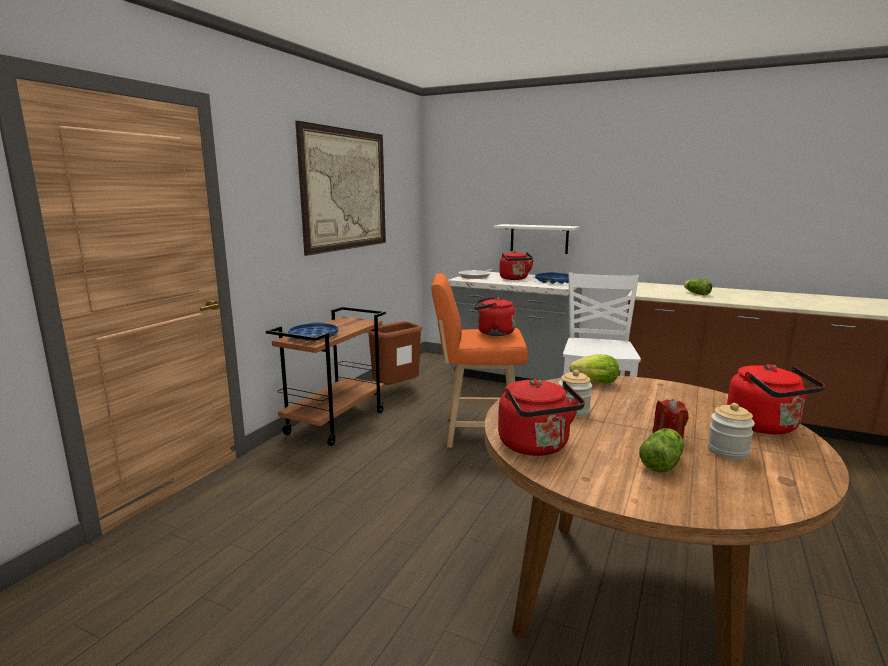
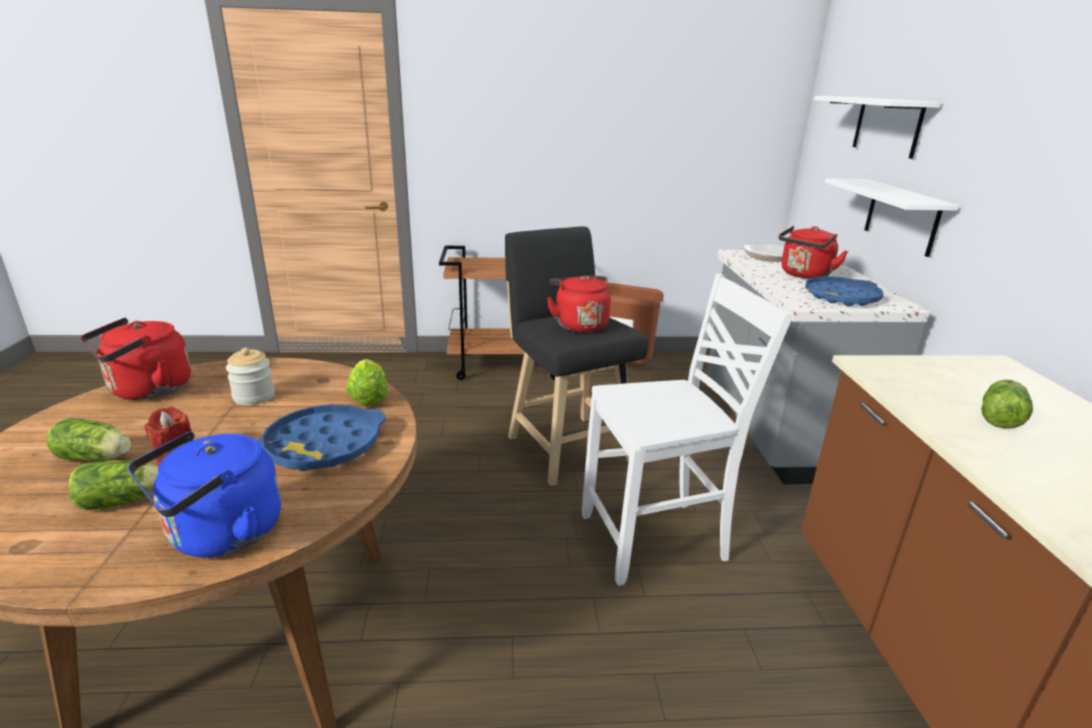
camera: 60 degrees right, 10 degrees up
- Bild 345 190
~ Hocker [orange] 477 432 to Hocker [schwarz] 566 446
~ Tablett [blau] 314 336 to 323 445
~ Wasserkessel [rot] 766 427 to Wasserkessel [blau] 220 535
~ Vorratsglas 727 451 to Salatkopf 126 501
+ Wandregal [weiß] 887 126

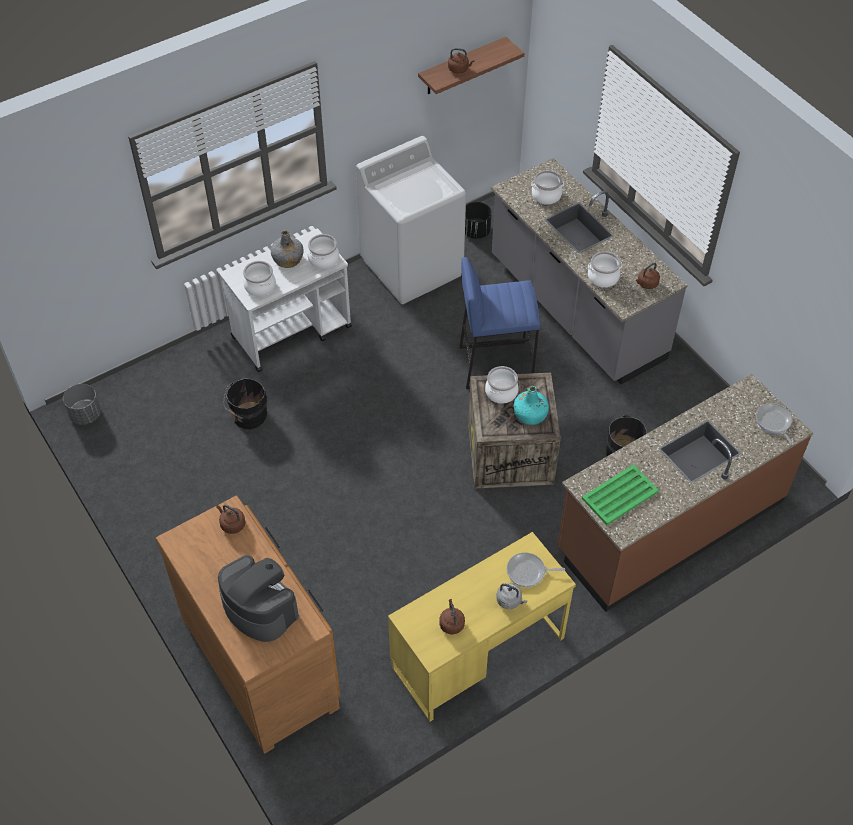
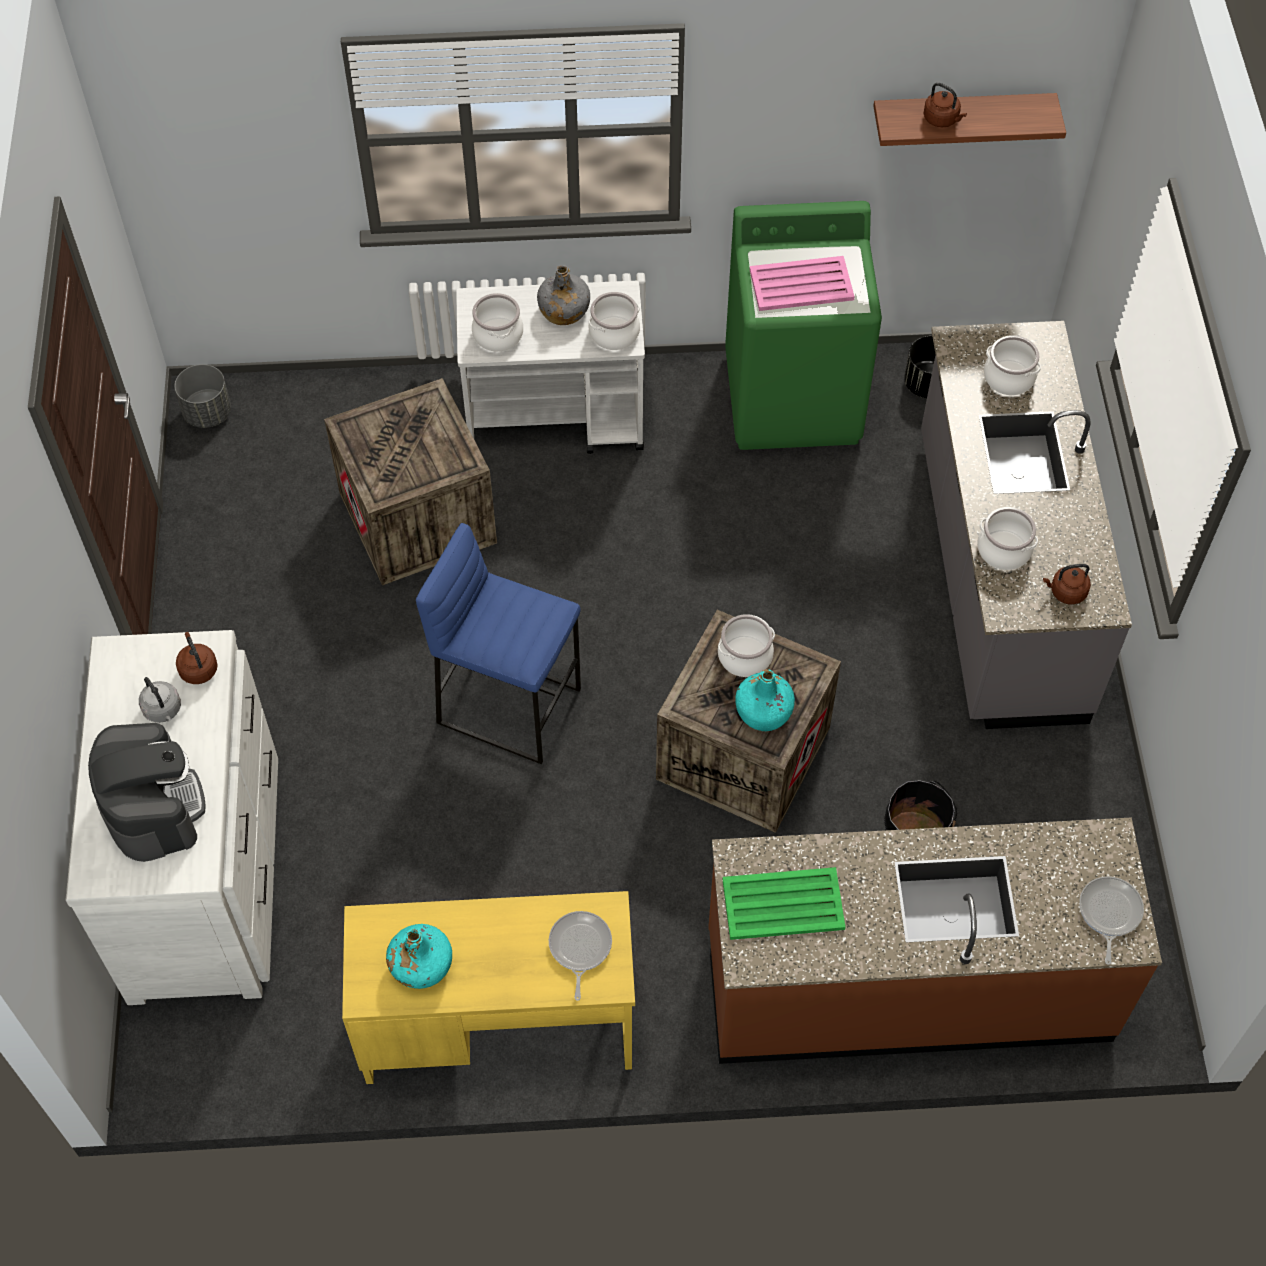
camera: 30 degrees right, 5 degrees up
~ Waschmaschine [weiß] 412 267 to Waschmaschine [grün] 794 398
~ Hocker [blau] 495 364 to 510 704
~ Eimer [schwarz] 248 416 to Kiste 415 517
~ Kommode [braun] 262 660 to Kommode [weiß] 208 874
~ Pfanne 528 572 = 579 948 60 degrees clockwise
~ Wasserkessel [grau] 510 601 to 163 710
~ Wasserkessel [braun] 451 623 to Flasche [türkis] 421 964
+ Tablett [rosa] 800 284

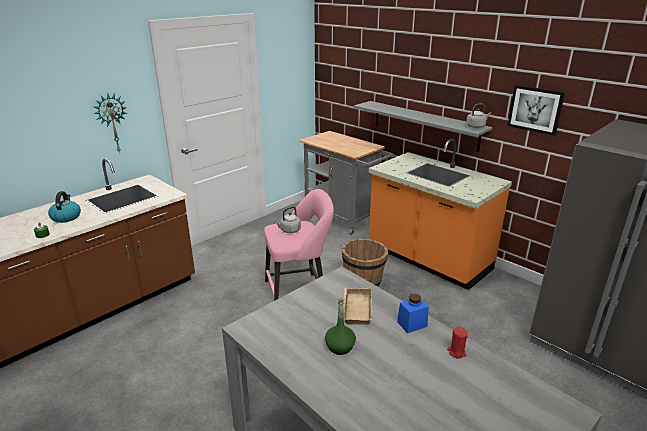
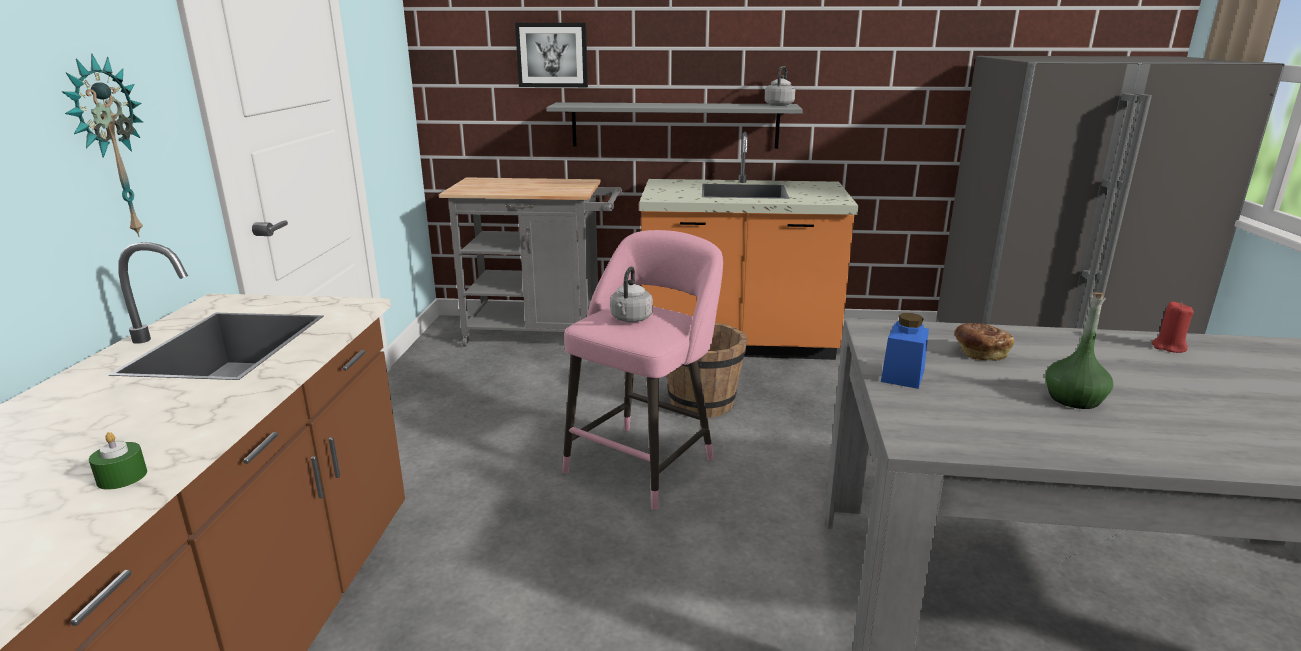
camera: 40 degrees left, 5 degrees down
~ Bild 535 109 to 552 55
- Wasserkessel 66 217
~ Tablett [beige] 355 308 to Brot 979 352
~ Vorratsglas [blau] 412 324 to 902 376

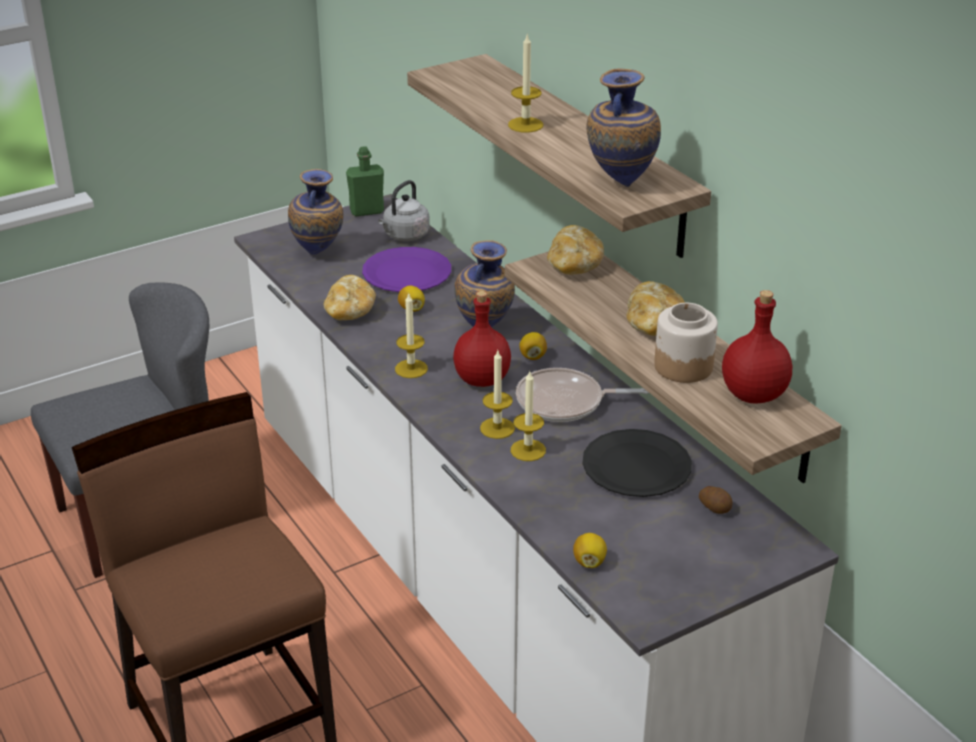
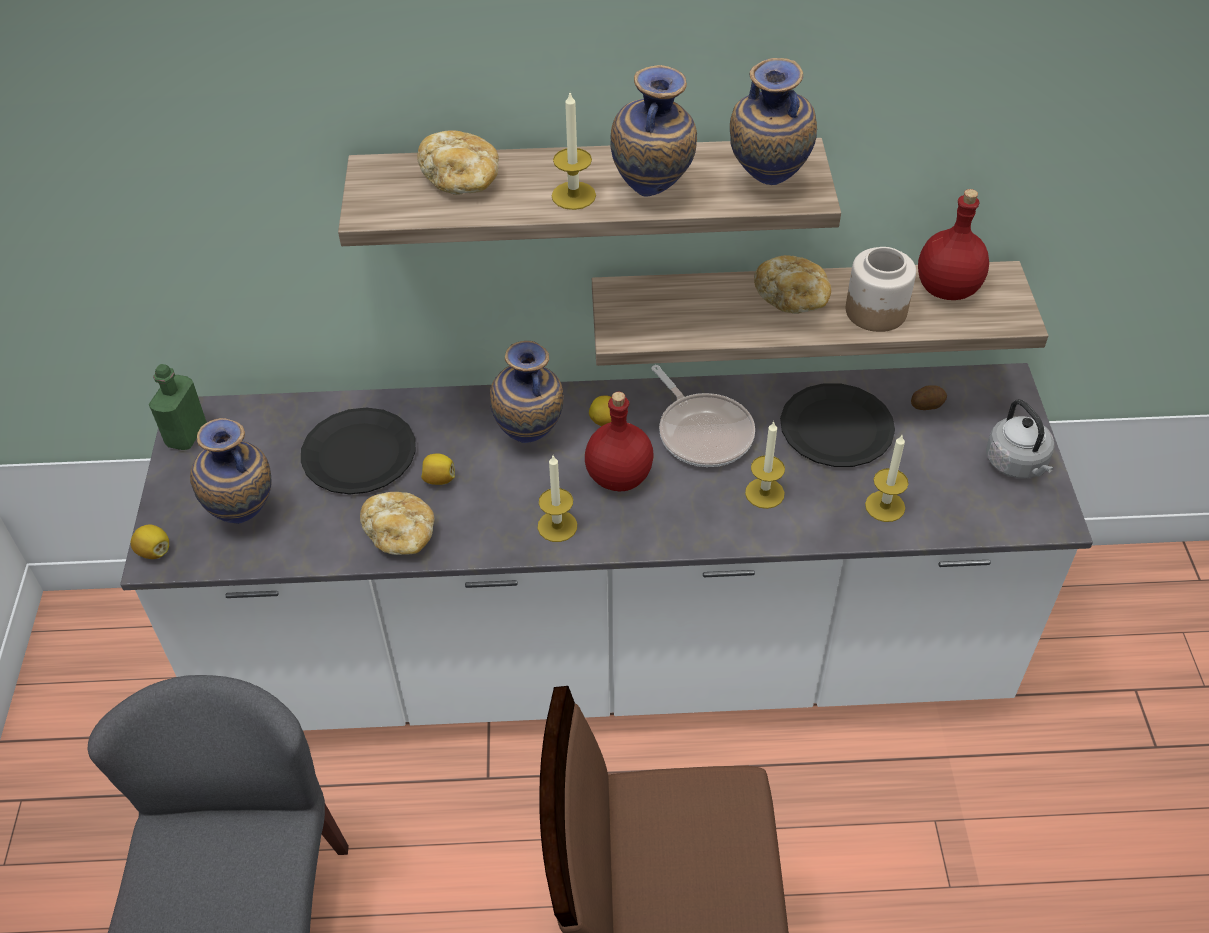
camera: 60 degrees left, 15 degrees up
~ Wasserkessel [grau] 404 236 to 1017 464
~ Brot 574 266 to 462 180
~ Teller [lila] 407 273 to Teller [schwarz] 359 453
~ Kerze 497 428 to 885 506
~ Pfanne 565 402 = 702 432 60 degrees counterclockwise
~ Zitrone 589 562 to 154 551
+ Vase 653 196

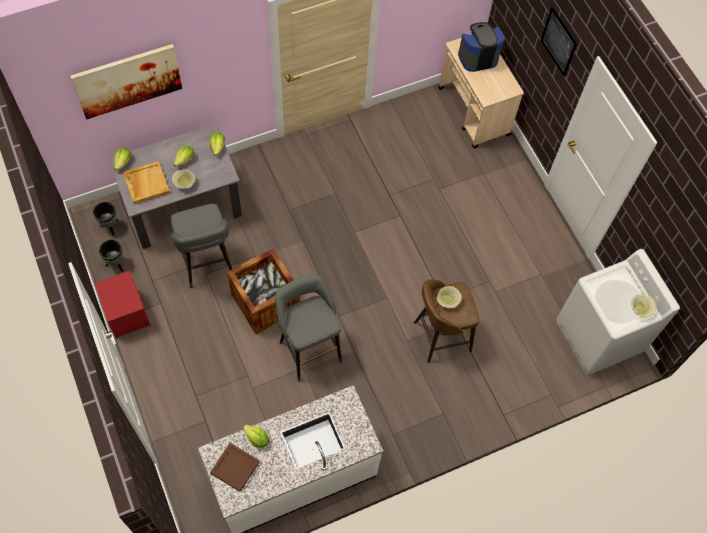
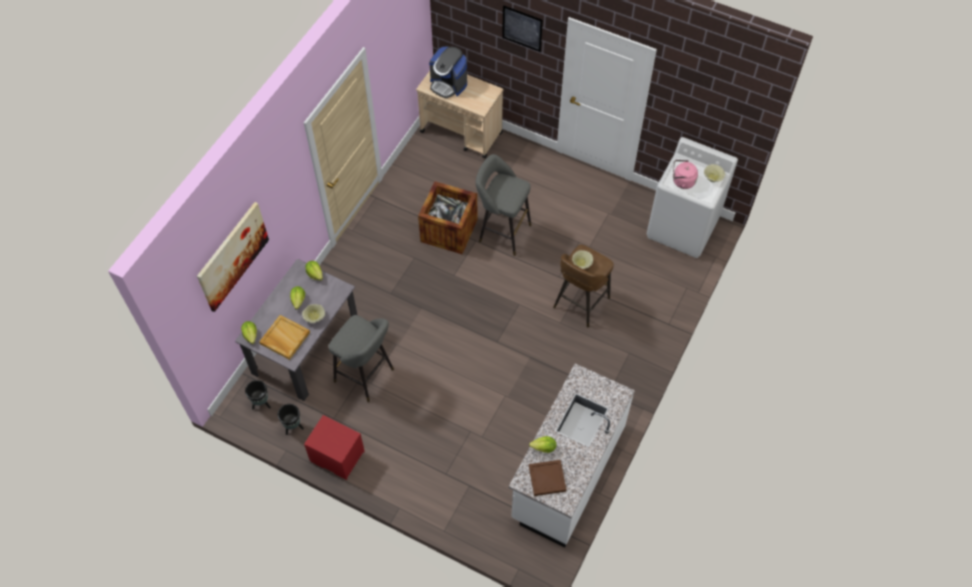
camera: 35 degrees left, 5 degrees down
~ Kaffeemaschine 477 57 = 448 84 90 degrees counterclockwise
~ Kiste 265 302 to 449 230
~ Hocker [grau] 308 349 to 502 232
+ Wasserkessel [rosa] 682 181

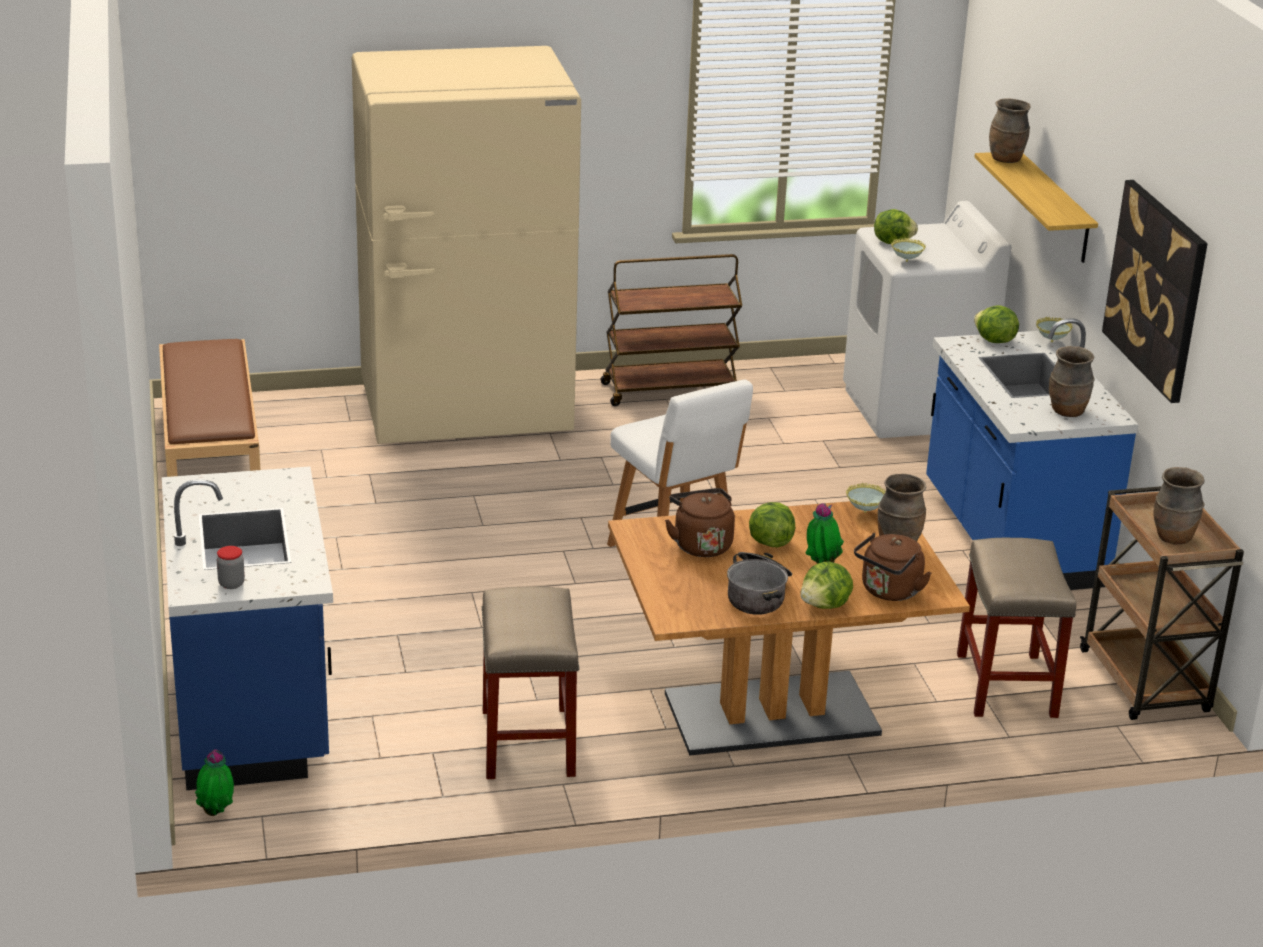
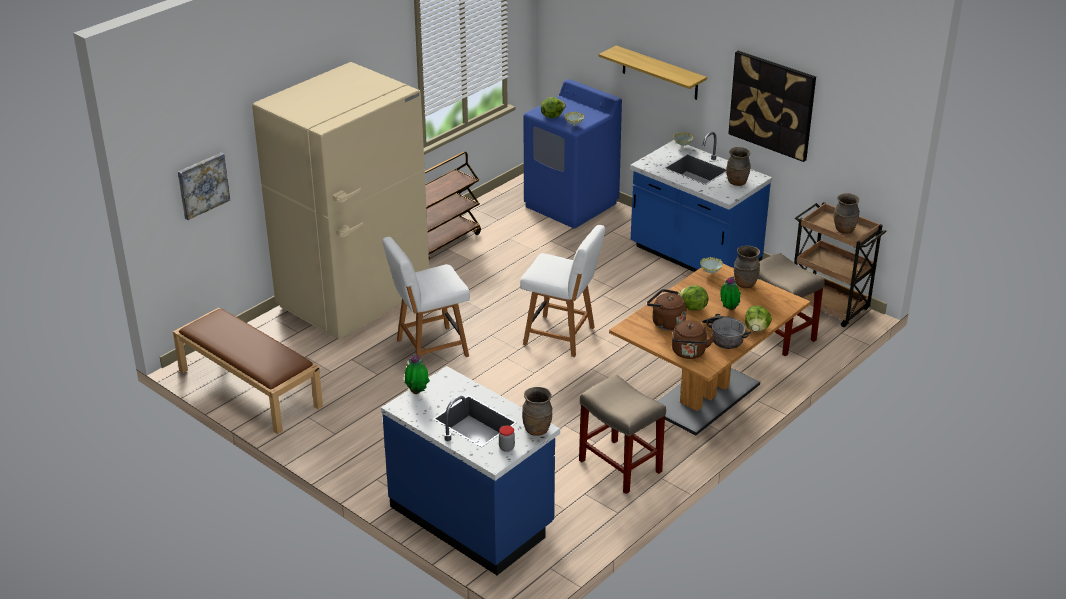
camera: 35 degrees left, 5 degrees up
~ Vase [braun] 1006 160 to 537 430
~ Waschmaschine [weiß] 915 409 to Waschmaschine [blau] 571 205
- Salatkopf 994 341
~ Wasserkessel [braun] 889 592 to 689 353
~ Topfpflanze 217 813 to 417 391
+ Bild 203 185
+ Stuhl [weiß] 429 349

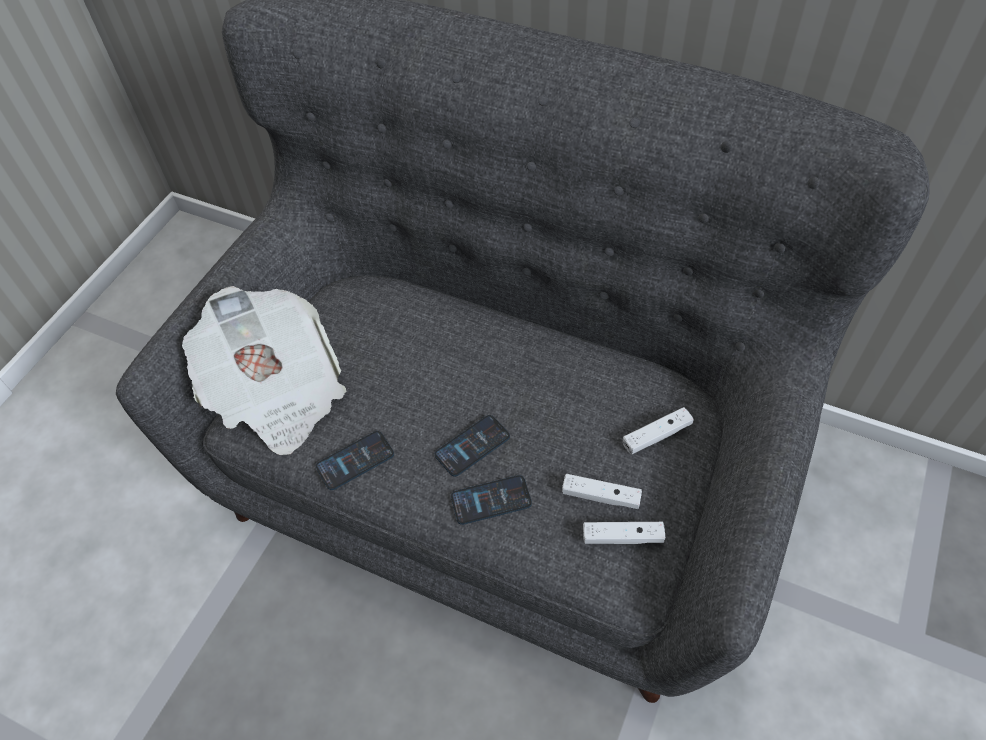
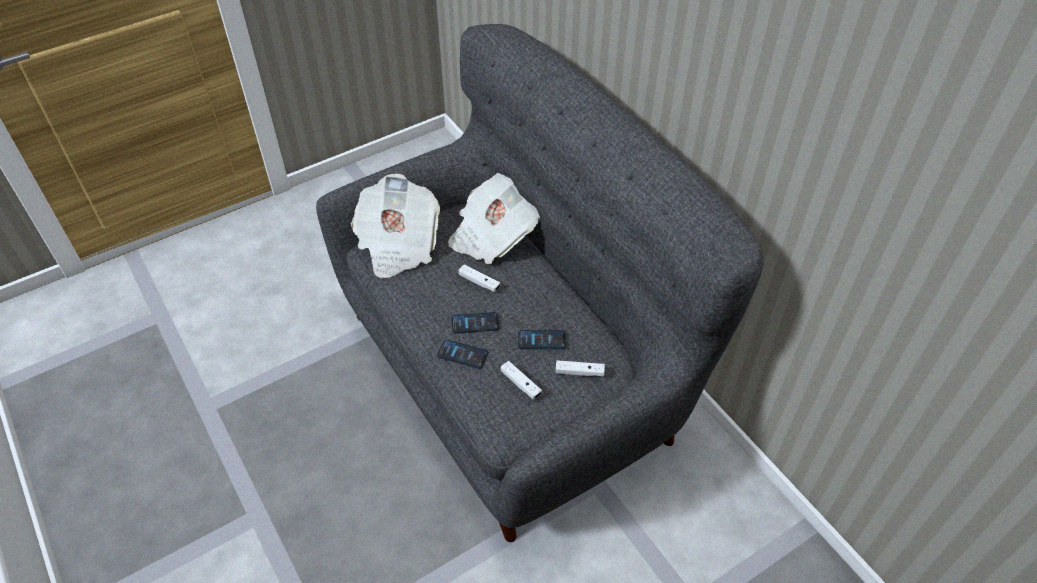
camera: 30 degrees right, 5 degrees down
~ Handy 355 461 to 541 340
~ Gamepad [weiß] 622 537 to 479 282
+ Zeitung 493 235

